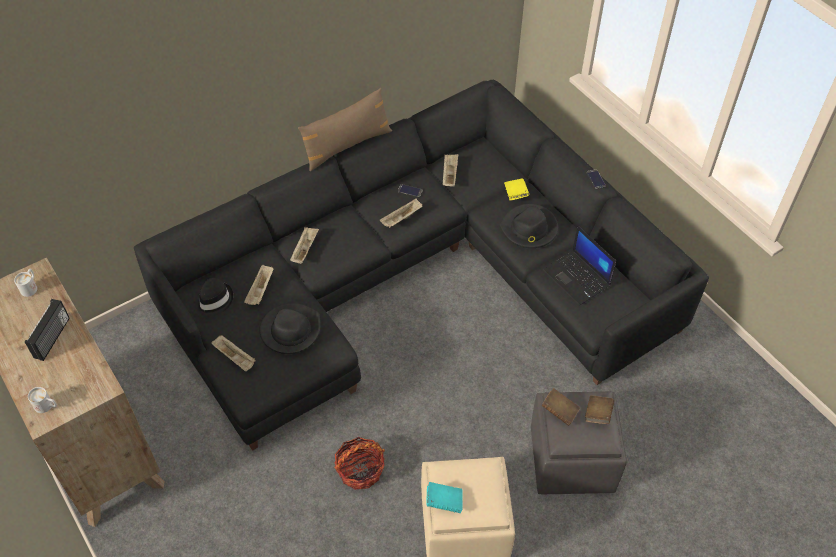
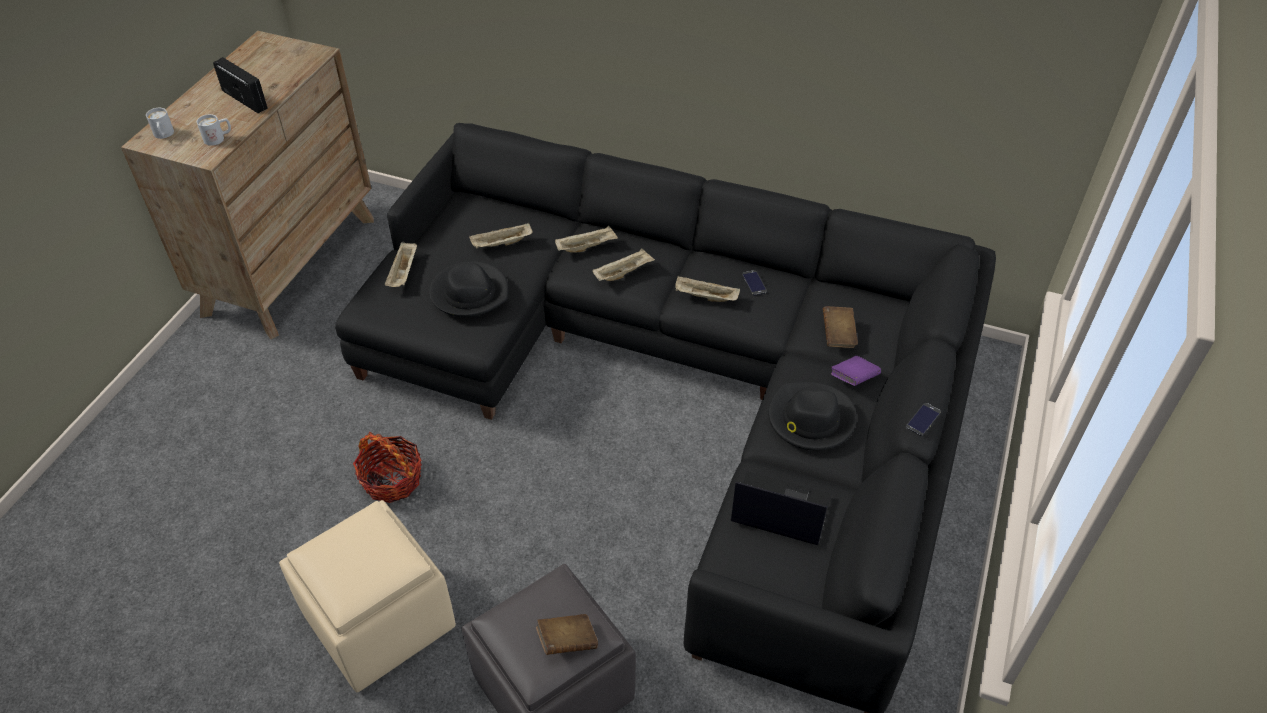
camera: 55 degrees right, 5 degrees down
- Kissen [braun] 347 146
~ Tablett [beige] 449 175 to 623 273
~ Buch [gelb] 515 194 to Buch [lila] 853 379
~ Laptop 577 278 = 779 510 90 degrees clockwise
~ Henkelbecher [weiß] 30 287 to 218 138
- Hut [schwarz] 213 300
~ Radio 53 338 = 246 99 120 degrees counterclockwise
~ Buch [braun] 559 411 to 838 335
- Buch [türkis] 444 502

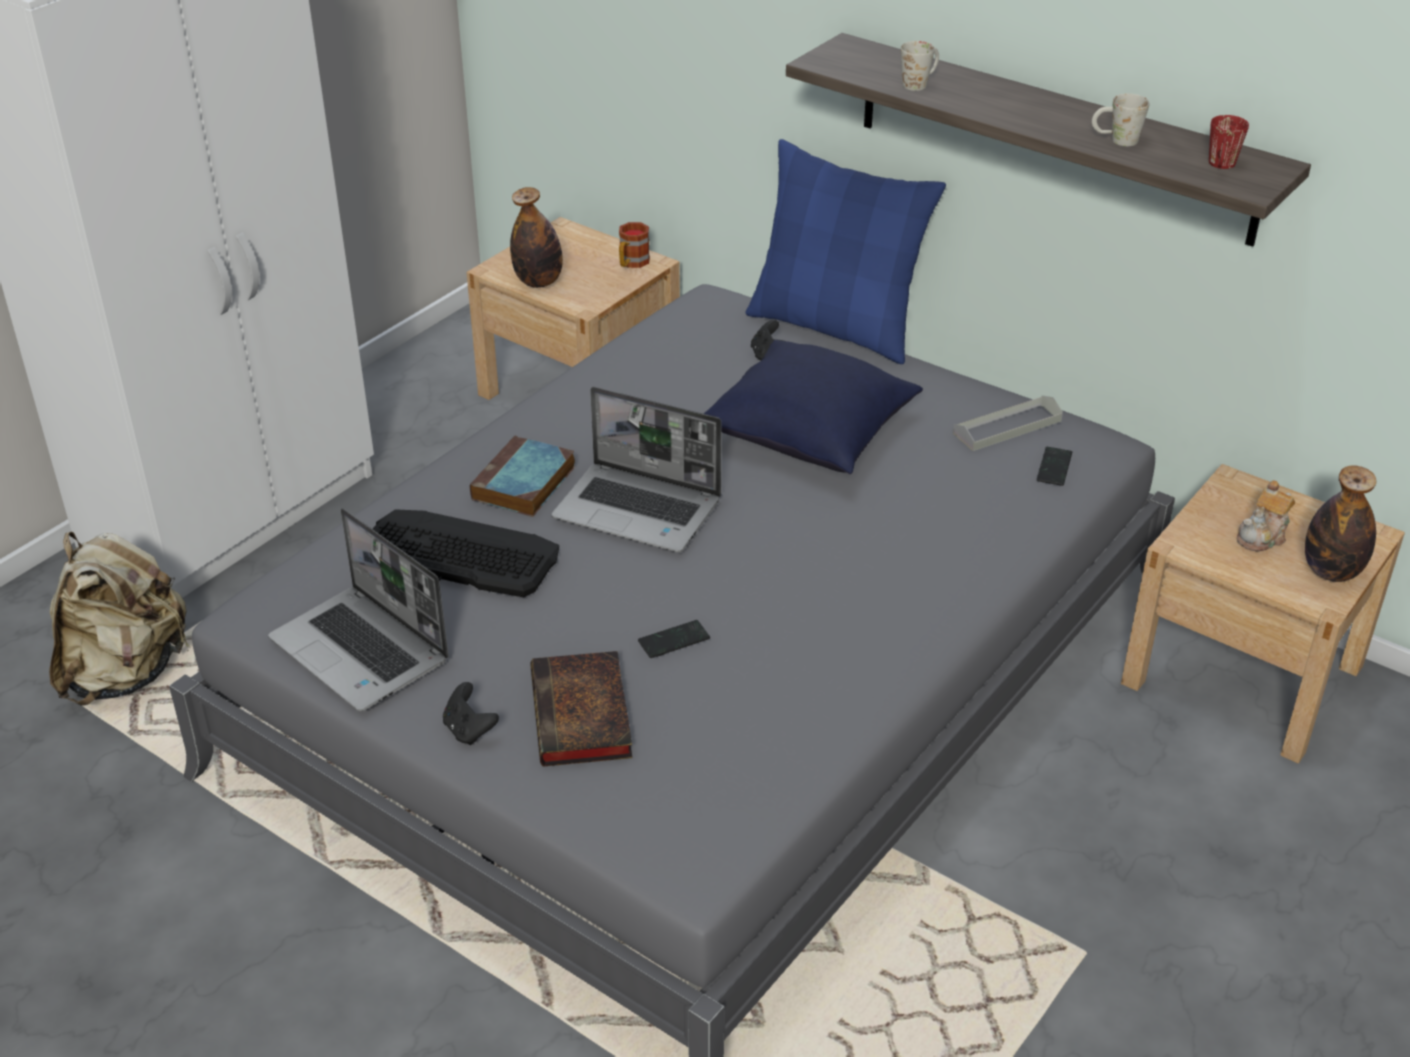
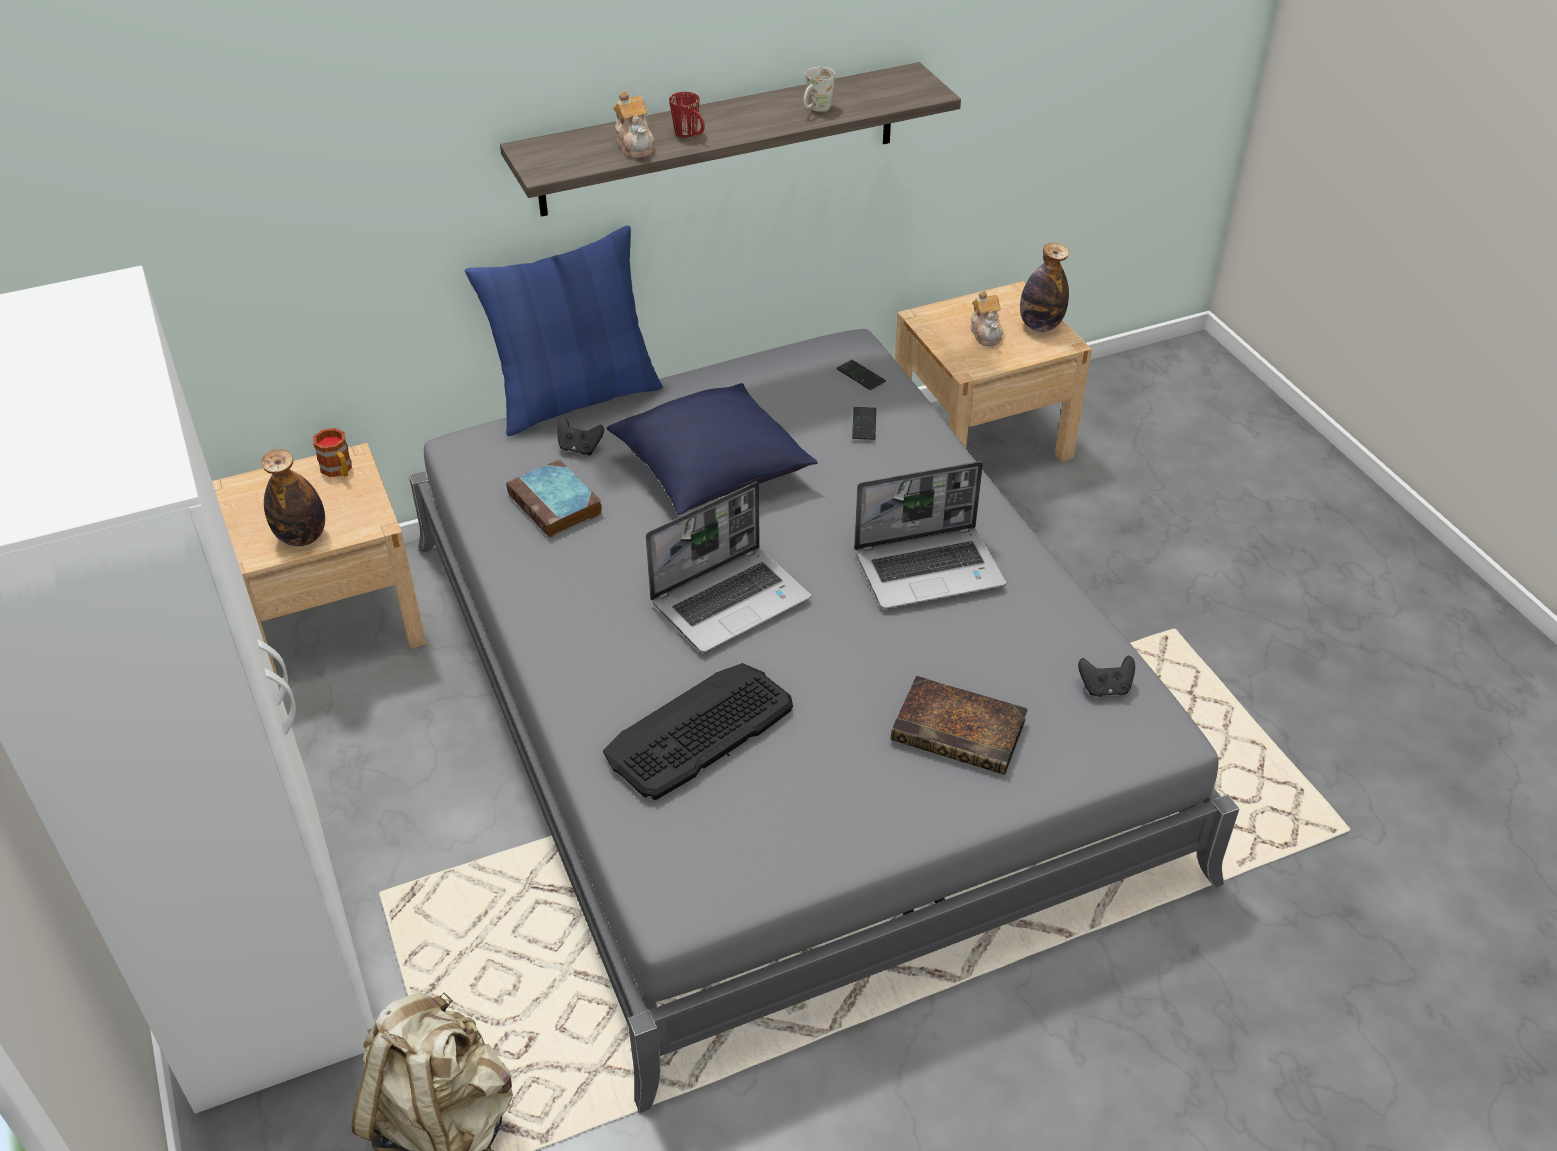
camera: 60 degrees left, 5 degrees up
~ Henkelbecher [weiß] 920 83 to Teekanne 635 145
~ Henkelbecher [rot] 1221 167 to 690 135
- Tablett [grau] 1007 427
~ Buch 523 484 to 557 505
~ Laptop 362 651 to 930 568
~ Handy 674 640 to 864 424
~ Gamepad [schwarz] 469 730 to 1105 688

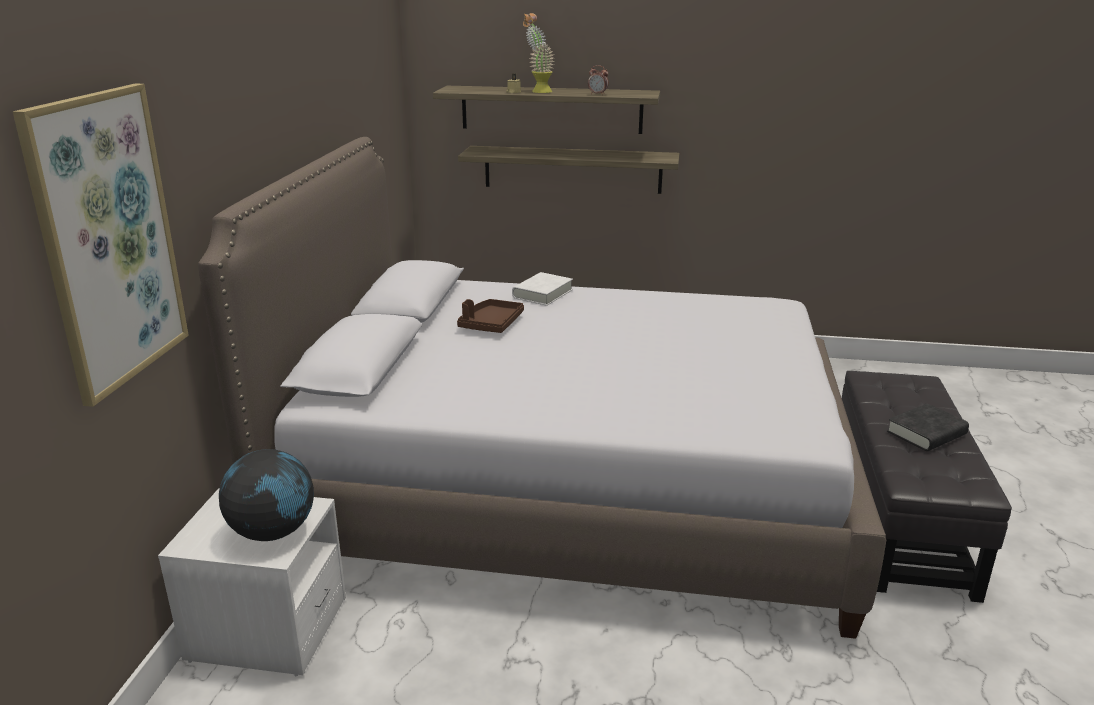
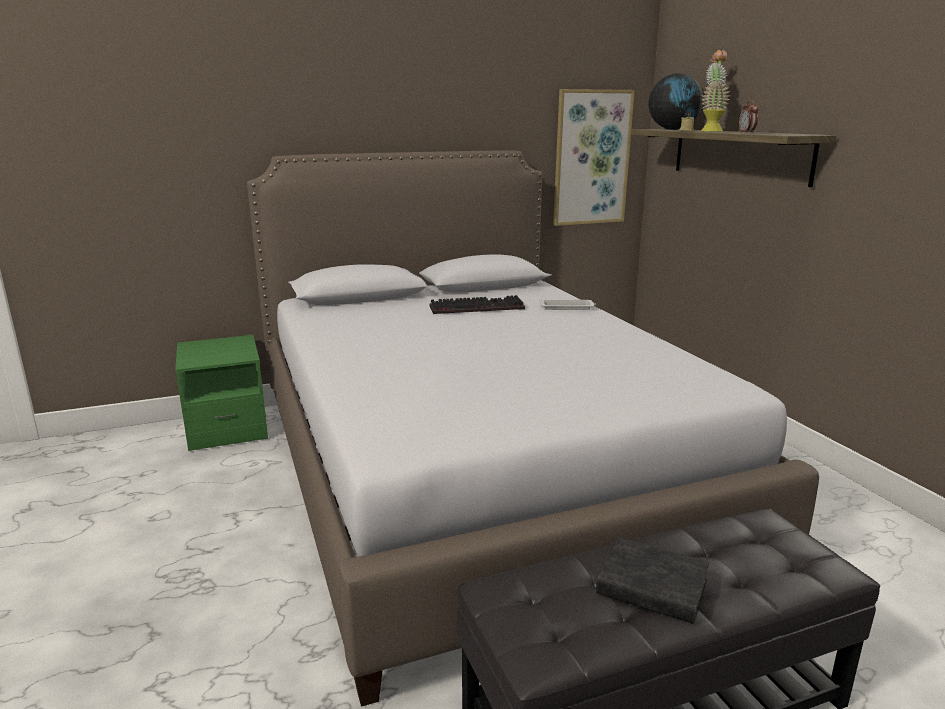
camera: 60 degrees right, 5 degrees down
~ Bild 108 240 to 591 158
- Wandregal 572 169
~ Buch [weiß] 542 294 to Tablett [weiß] 567 307
~ Tablett [braun] 491 324 to Tastatur 478 307
~ Globus 273 532 to 673 129
~ Nachttisch [weiß] 267 629 to Nachttisch [grün] 227 429

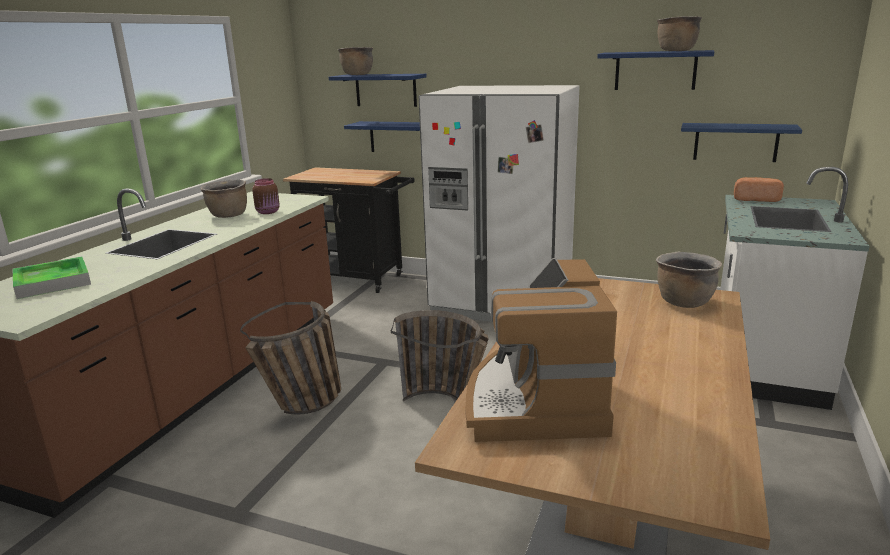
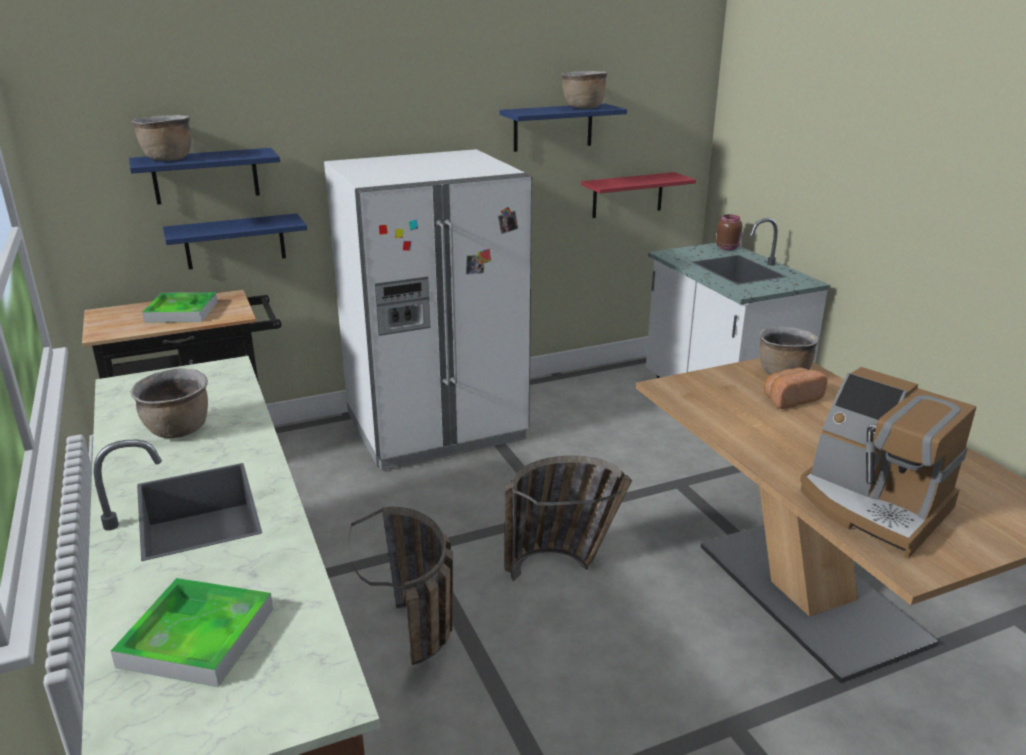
camera: 45 degrees left, 5 degrees up
~ Wandregal [blau] 735 142 to Wandregal [rot] 627 195
~ Brot 755 199 to 790 399
~ Vorratsglas [braun] 268 212 to 728 248
+ Tablett 182 312

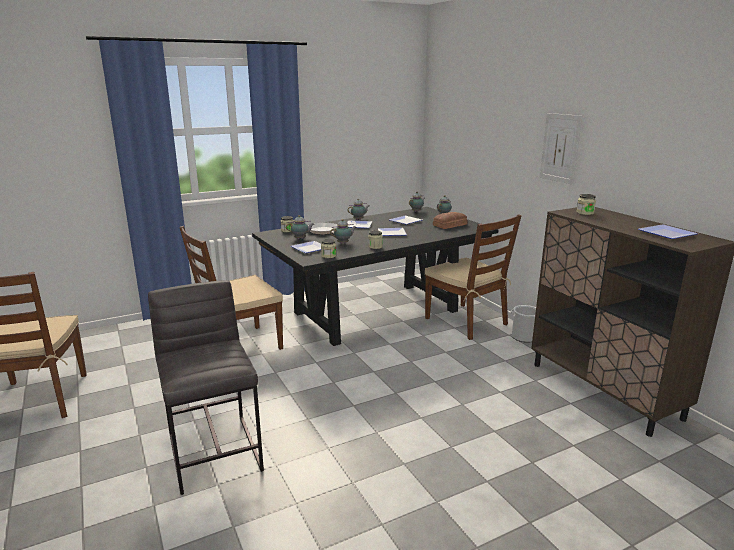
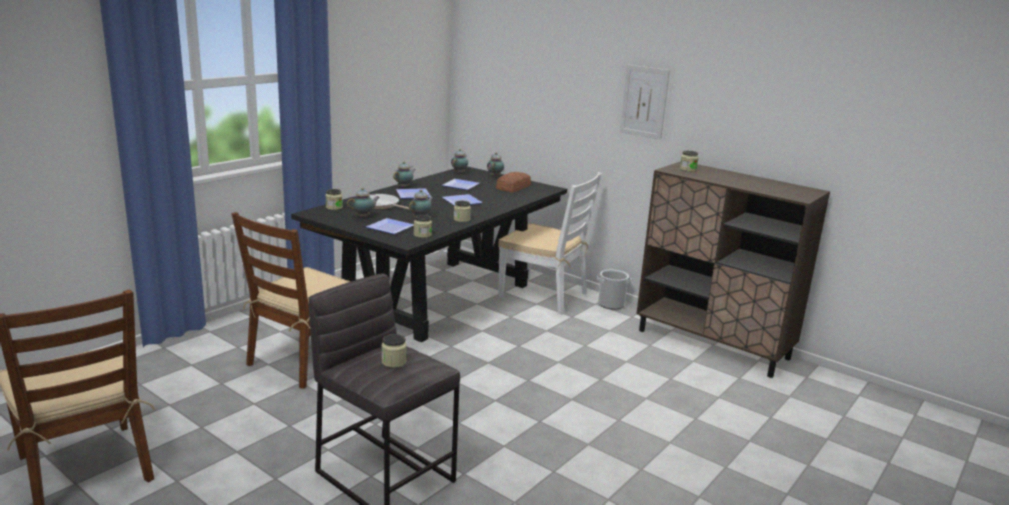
camera: 25 degrees left, 0 degrees up
~ Stuhl [braun] 466 321 to Stuhl [weiß] 544 295
- Teller 669 234
+ Vorratsglas 394 362

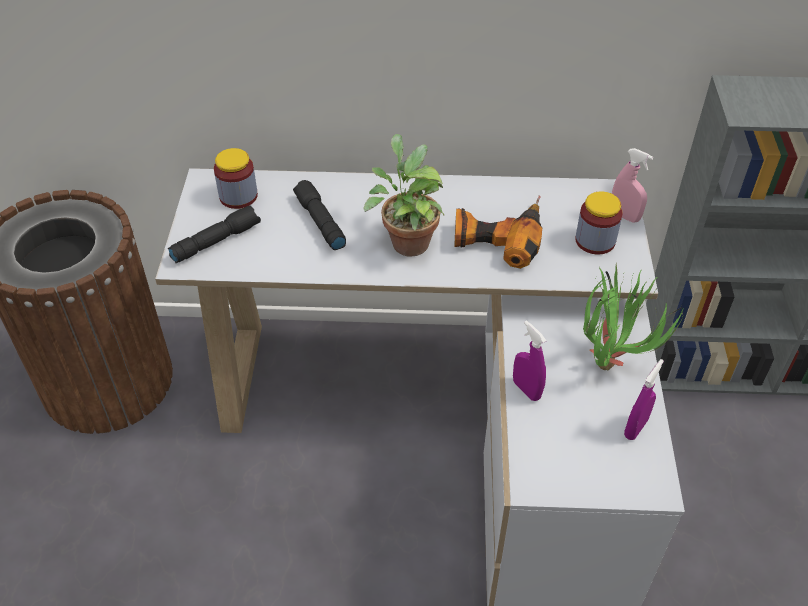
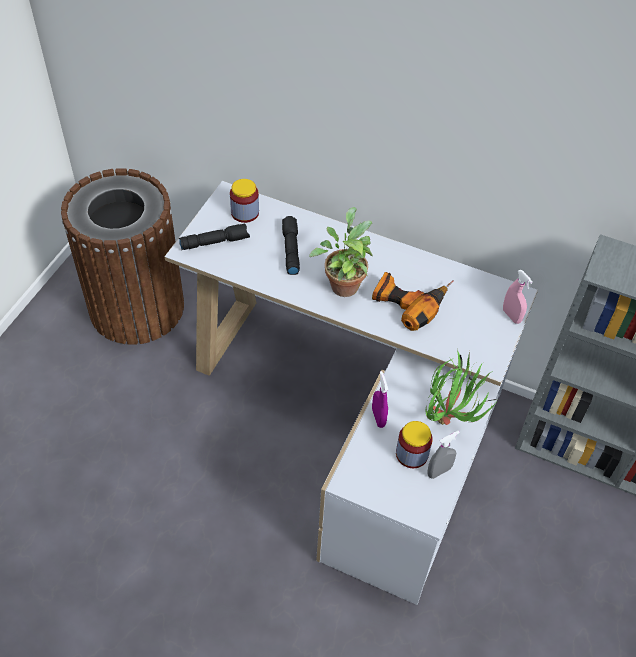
camera: 20 degrees right, 5 degrees up
~ Vorratsglas 595 241 to 412 454
~ Sprühflasche [lila] 635 428 to Sprühflasche [grau] 439 471

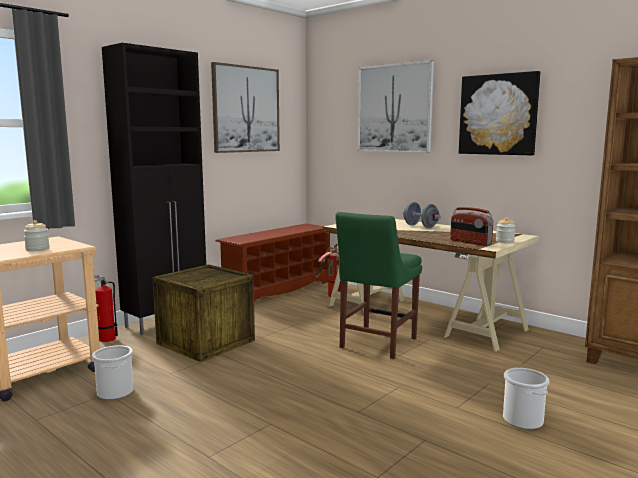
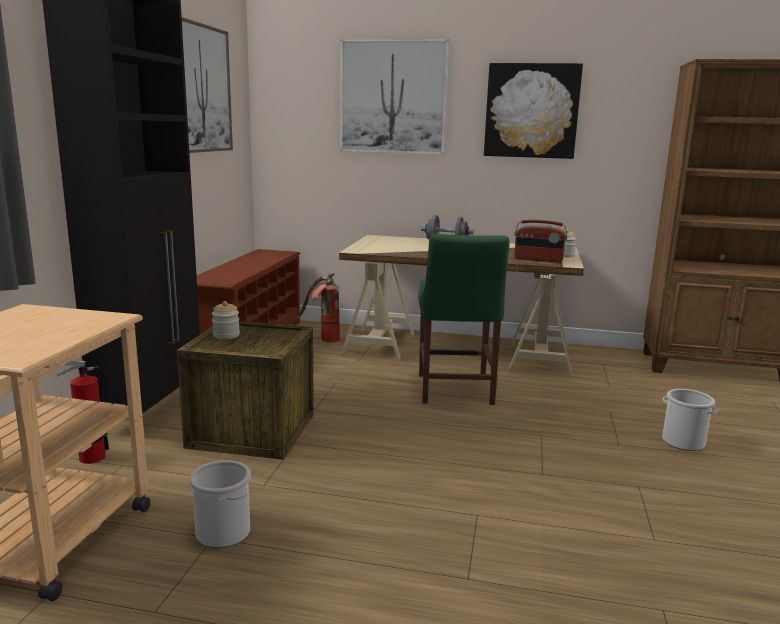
camera: 30 degrees left, 5 degrees up
~ Vorratsglas 37 249 to 226 335

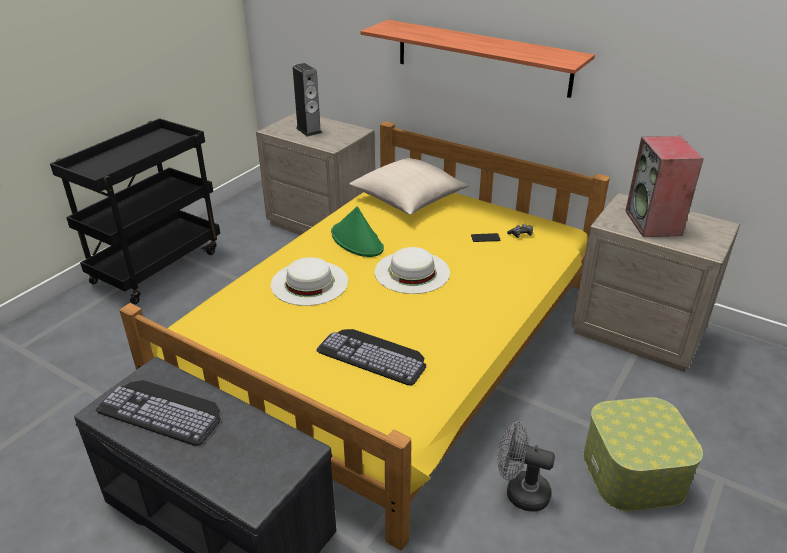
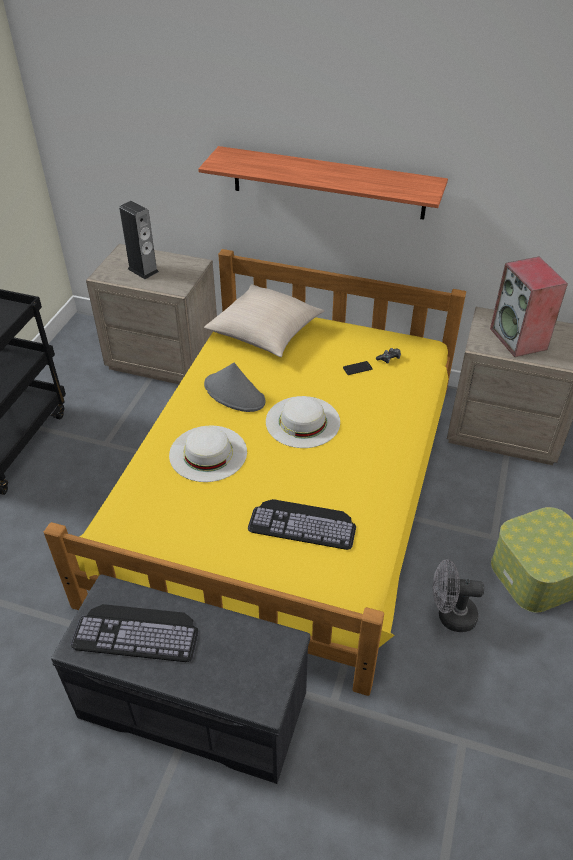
camera: 15 degrees left, 10 degrees up
~ Hut [grün] 357 241 to Hut [grau] 235 393

